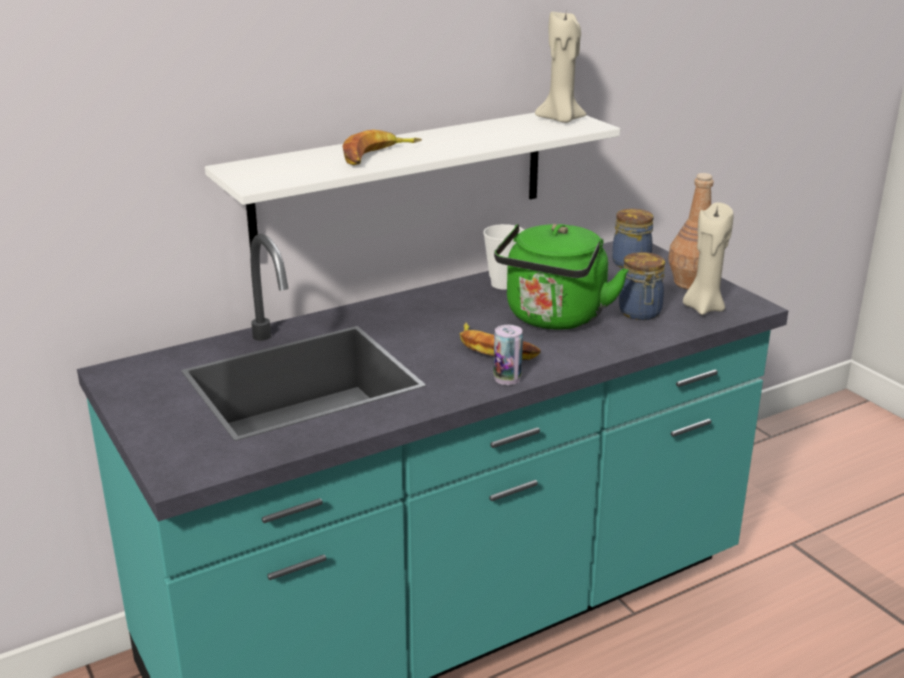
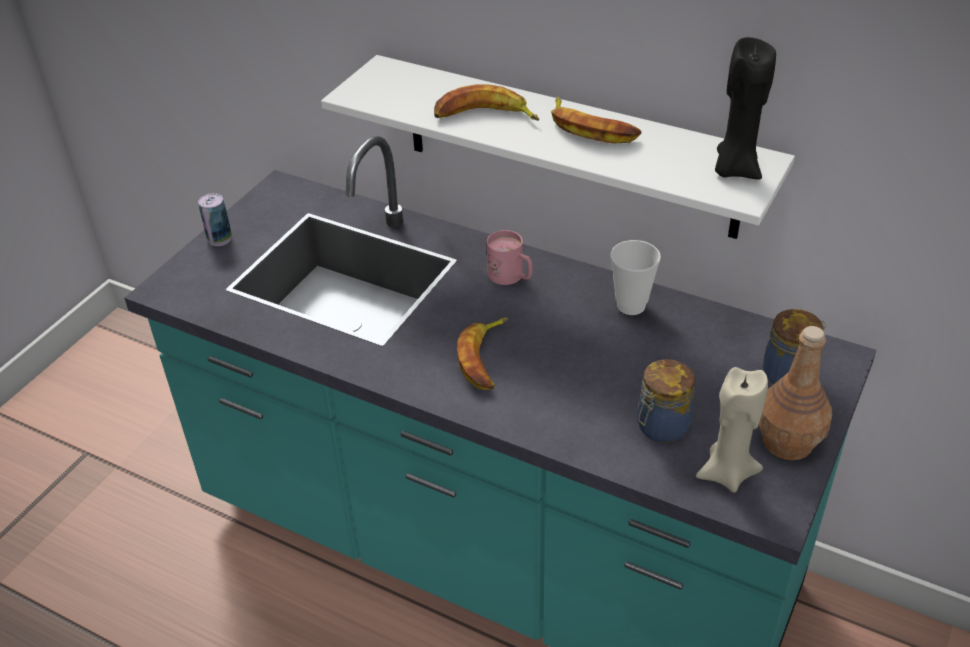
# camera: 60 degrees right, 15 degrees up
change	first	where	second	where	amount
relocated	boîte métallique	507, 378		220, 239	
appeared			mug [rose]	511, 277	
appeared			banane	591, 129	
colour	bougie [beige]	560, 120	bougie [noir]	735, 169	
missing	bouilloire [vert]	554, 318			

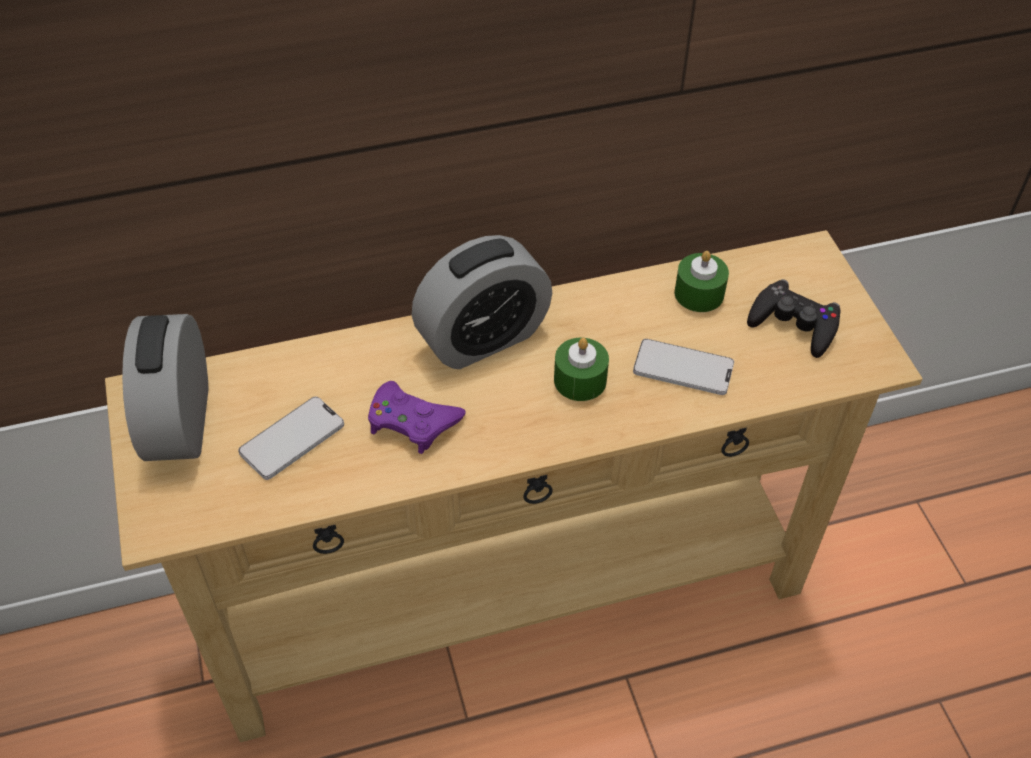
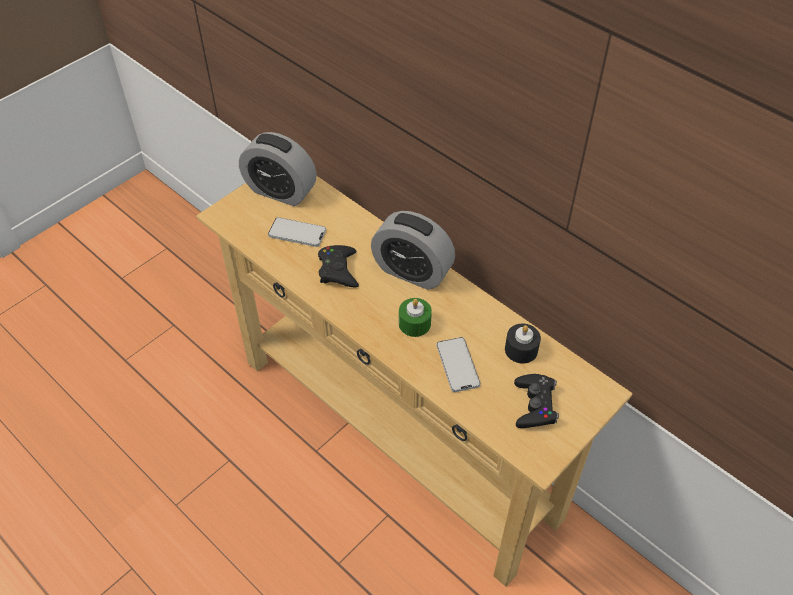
# camera: 60 degrees right, 0 degrees up
change	first	where	second	where	amount
spun	réveil	180, 421		280, 191	120 degrees counterclockwise
colour	manette [violet]	412, 421	manette [noir]	338, 270	
colour	bougie [vert]	699, 293	bougie [noir]	521, 349	

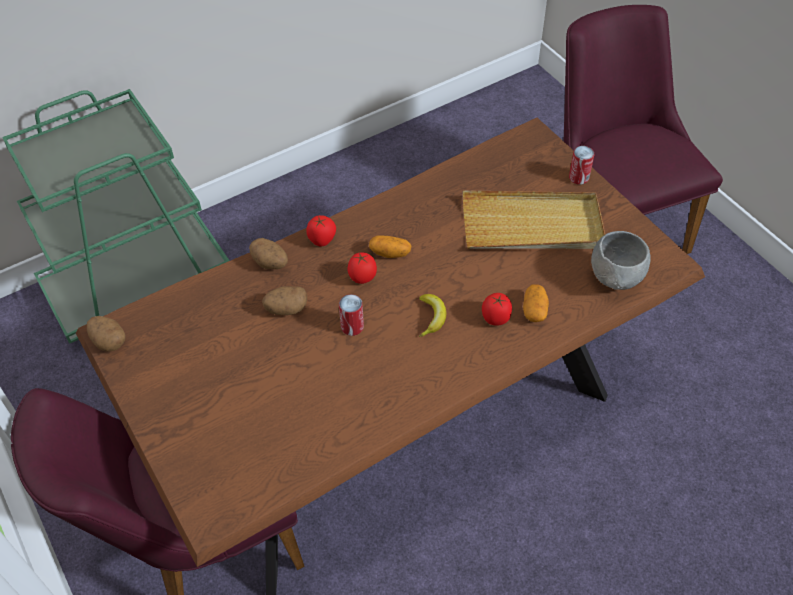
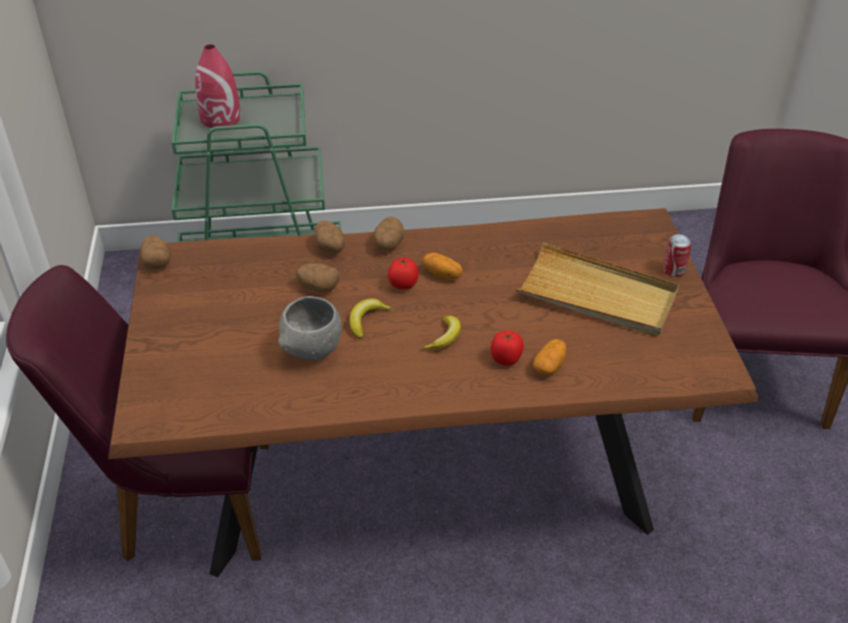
# camera: 25 degrees right, 10 degrees down
change	first	where	second	where	amount
appeared			vase [rouge]	221, 118	
relocated	bol [gris]	614, 280		311, 352	
exchanged	boîte métallique	352, 326	banane	366, 320	
exchanged	tomate	322, 240	pomme de terre	388, 245	

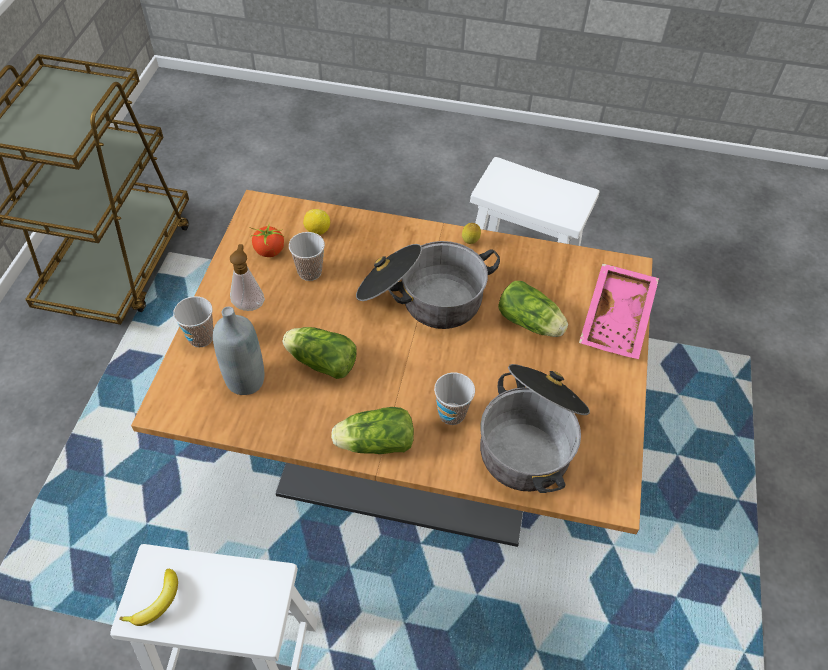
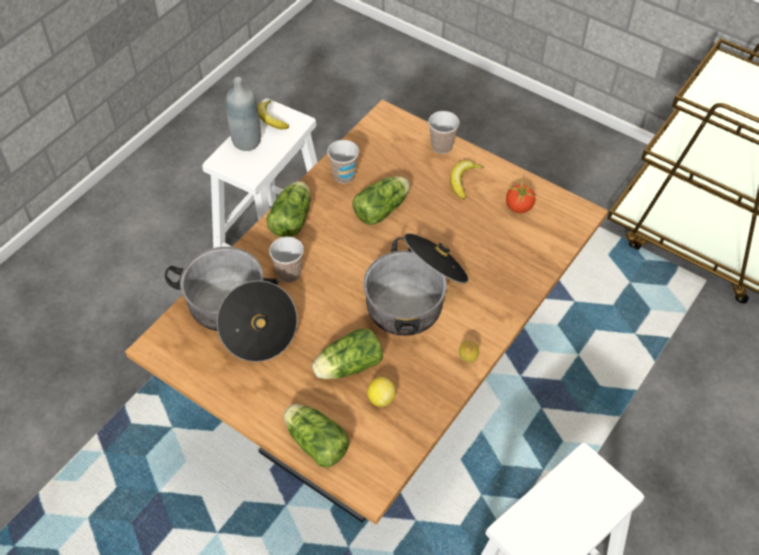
# camera: 115 degrees right, 0 degrees up
change	first	where	second	where	amount
relocated	bouteille [gris]	245, 380		246, 141	
exchanged	plateau [rose]	618, 320	laitue	315, 441	
relocated	tasse	310, 272		344, 176	
relocated	citron	317, 231		381, 398	
exchanged	distributeur de savon	249, 304	banane	463, 181	

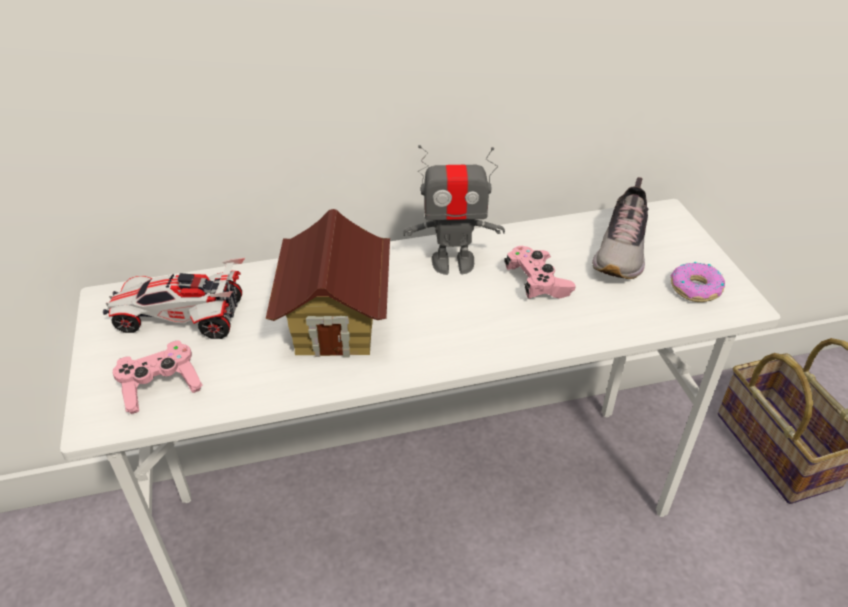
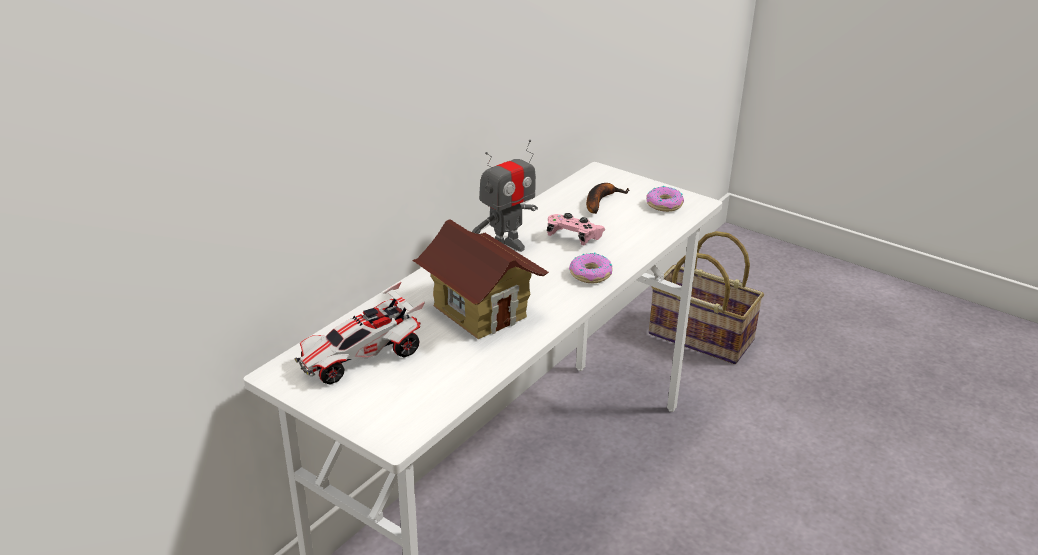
# camera: 40 degrees left, 10 degrees down
change	first	where	second	where	amount
appeared			beignet	591, 274	
exchanged	chaussure	622, 251	banane	600, 201	
missing	manette [rose]	160, 386			

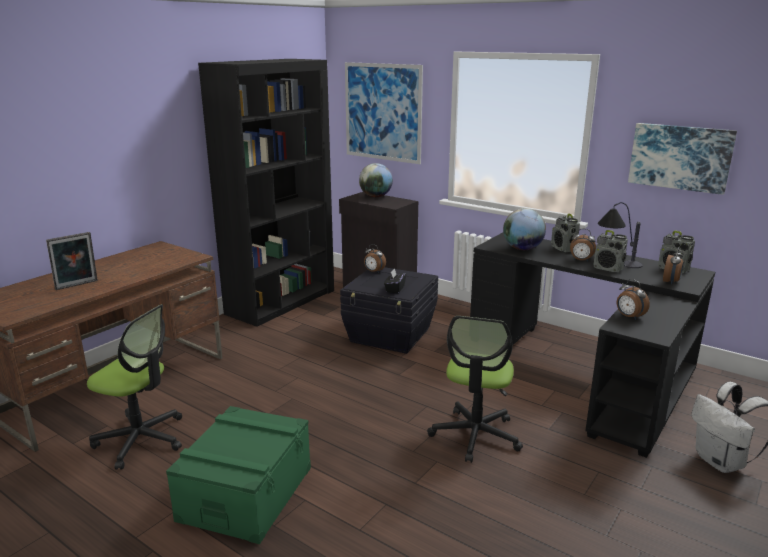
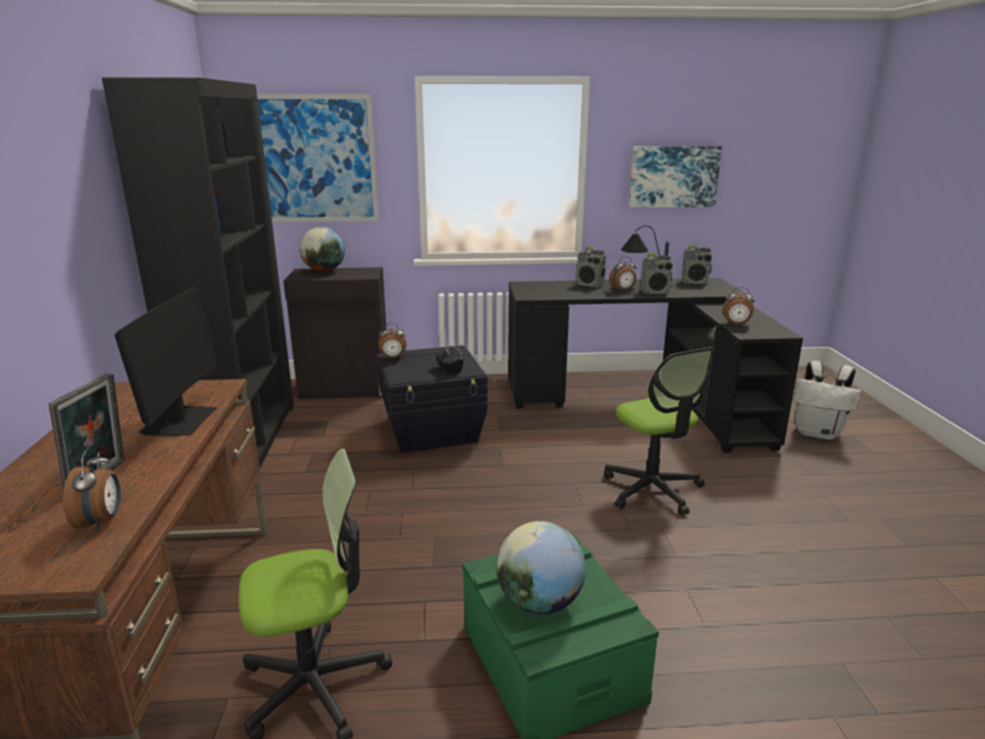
# camera: 40 degrees left, 0 degrees up
change	first	where	second	where	amount
relocated	réveil	671, 282		101, 521	
appeared			écran d'ordinateur	180, 422	
relocated	globe	522, 249		539, 602	

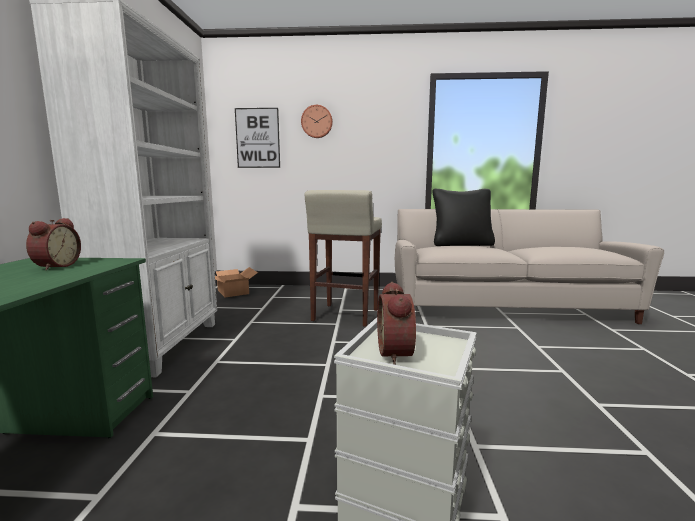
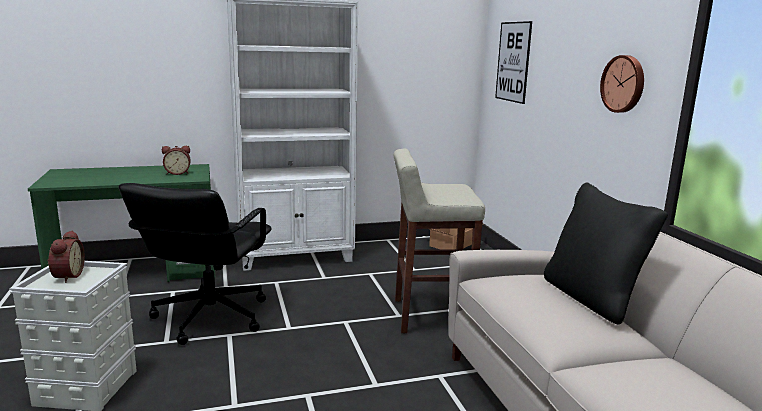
# camera: 70 degrees right, 5 degrees up
change	first	where	second	where	amount
spun	réveil	398, 353		66, 276	105 degrees clockwise
appeared			chaise de bureau [noir]	209, 317	
relocated	horloge murale	317, 121		624, 84	

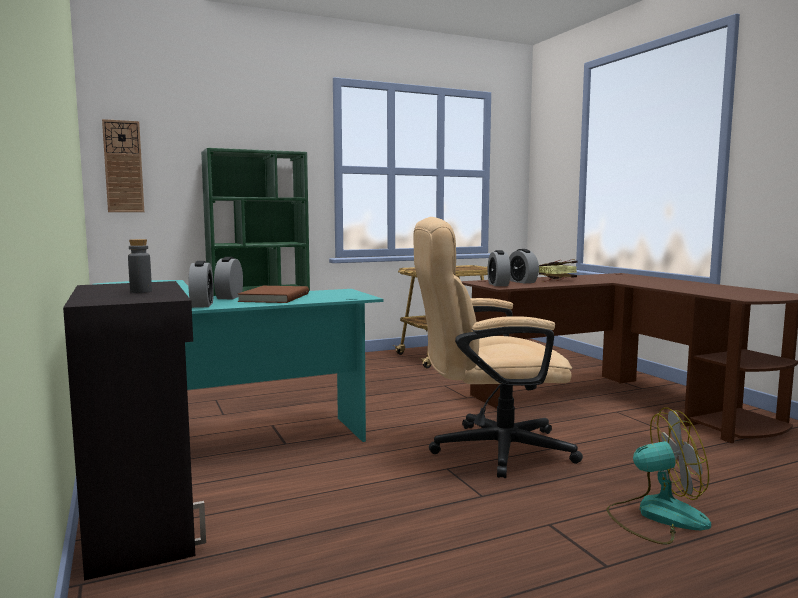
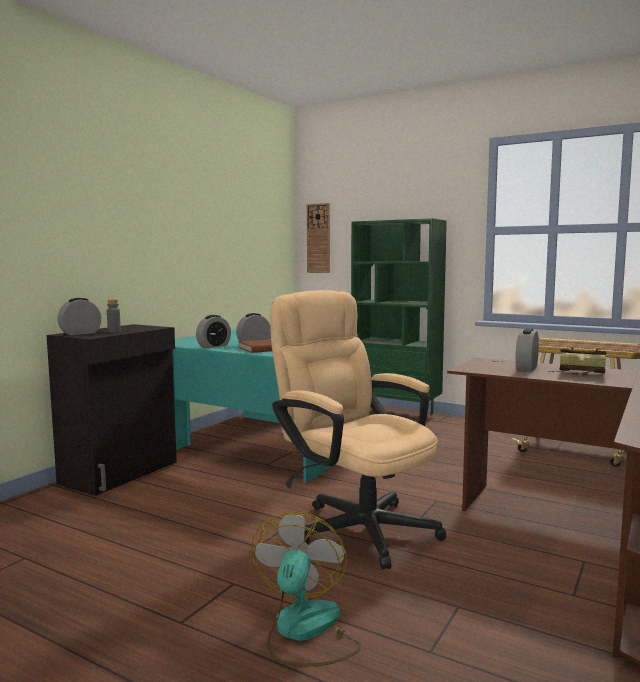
# camera: 55 degrees right, 0 degrees up
change	first	where	second	where	amount
relocated	réveil	498, 284		80, 333	
spun	ventilateur	656, 516		304, 631	135 degrees counterclockwise

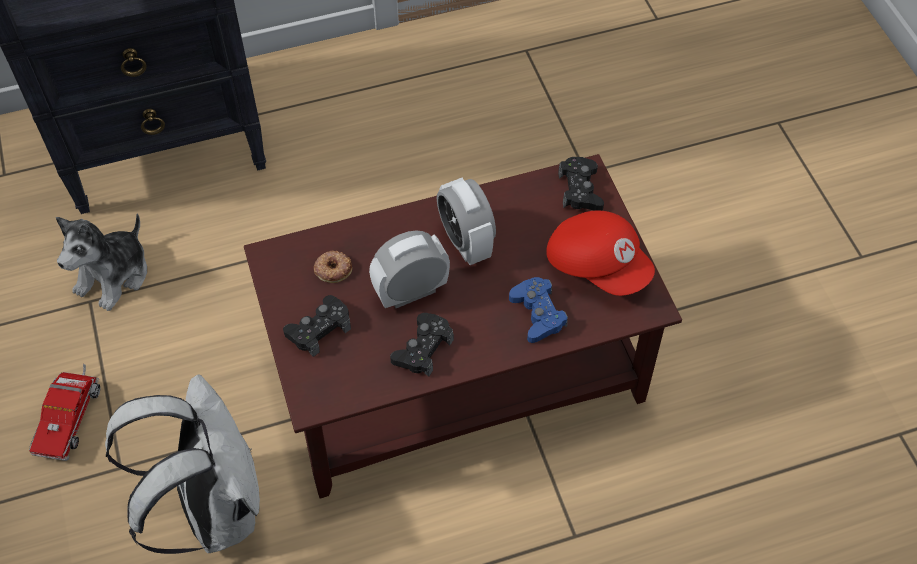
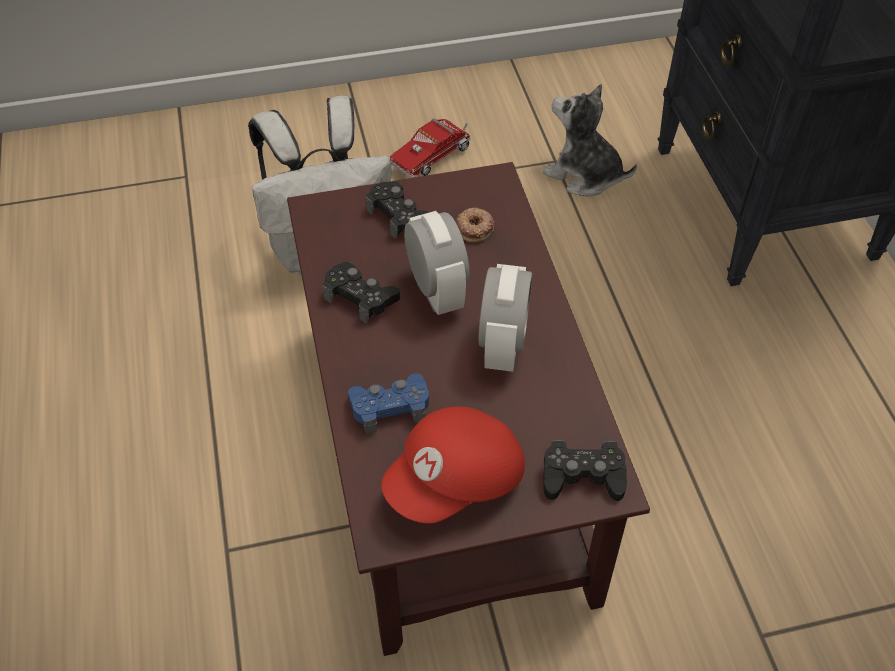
# camera: 95 degrees right, 5 degrees down
change	first	where	second	where	amount
spun	camion jouet	69, 416		433, 155	60 degrees counterclockwise
spun	réveil	465, 242		503, 345	120 degrees clockwise

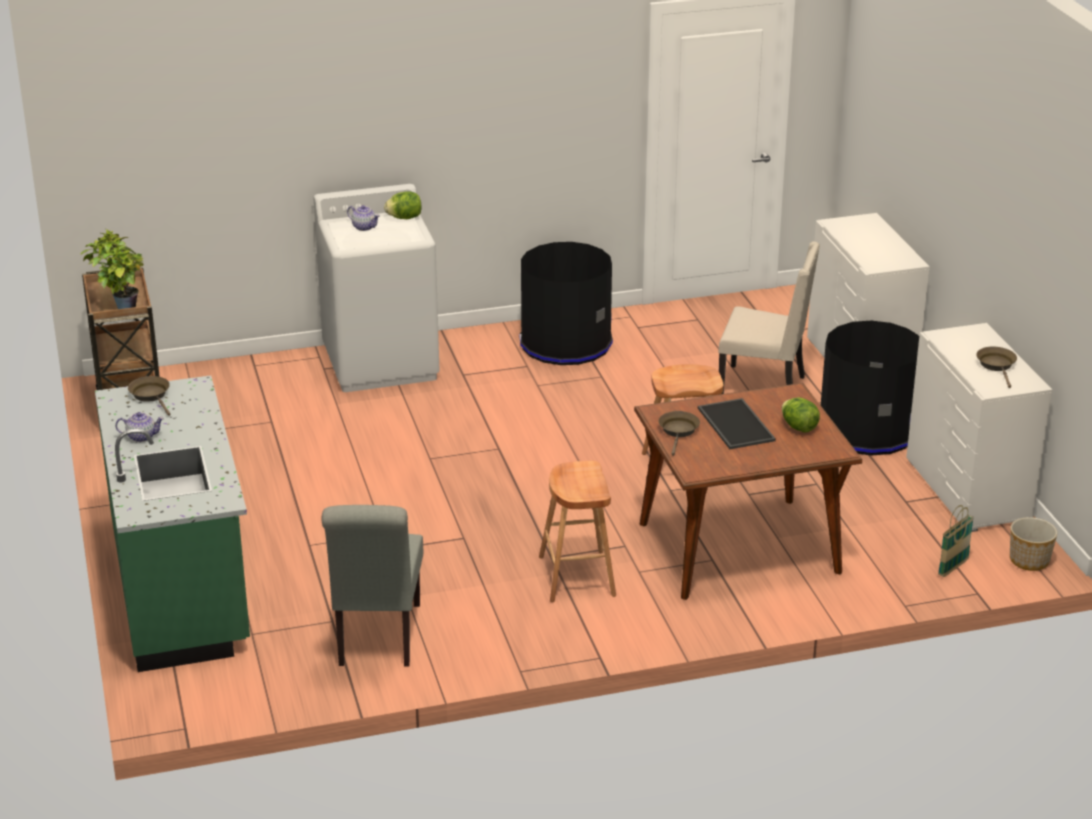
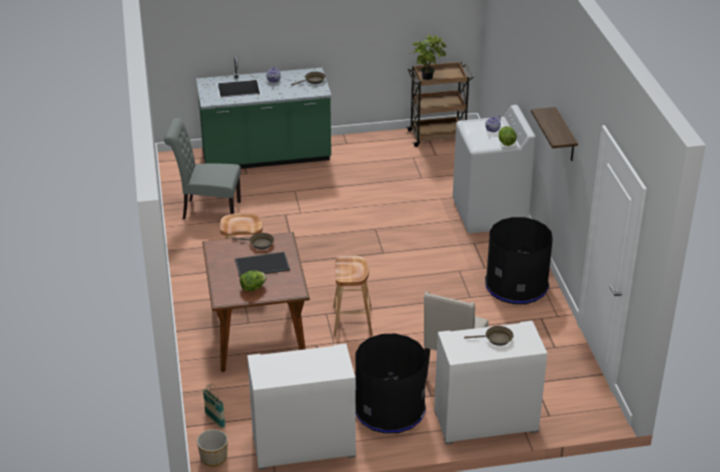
# camera: 95 degrees right, 5 degrees up
change	first	where	second	where	amount
relocated	poêle [marron]	997, 365		496, 339	
appeared			étagère	565, 136	

